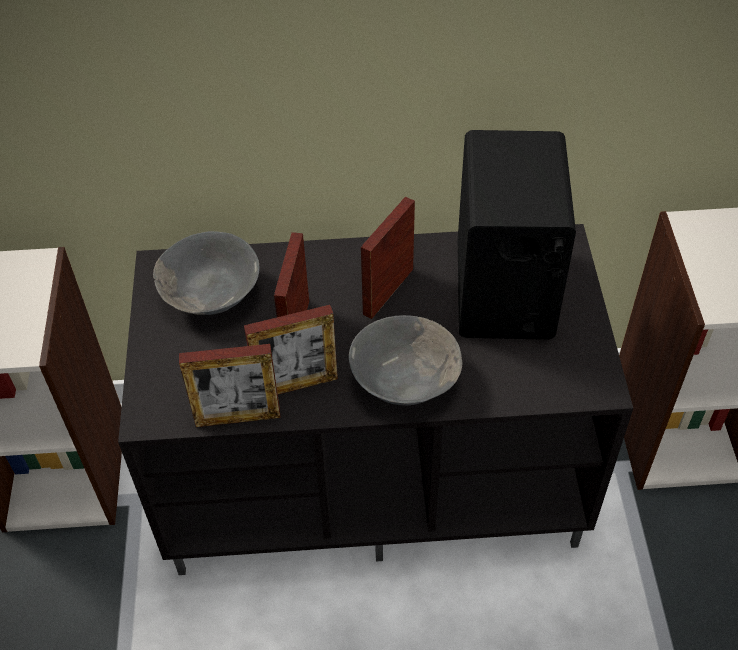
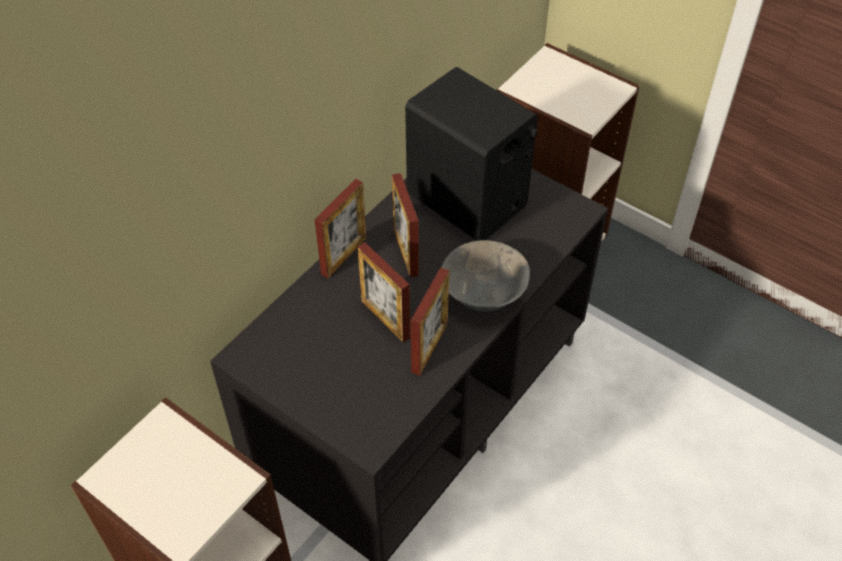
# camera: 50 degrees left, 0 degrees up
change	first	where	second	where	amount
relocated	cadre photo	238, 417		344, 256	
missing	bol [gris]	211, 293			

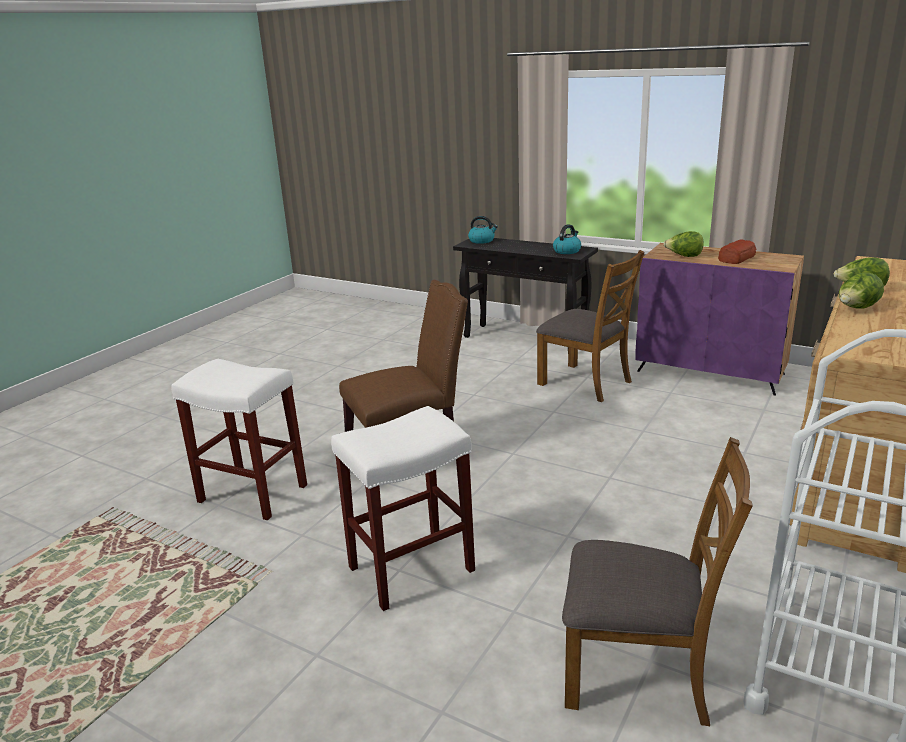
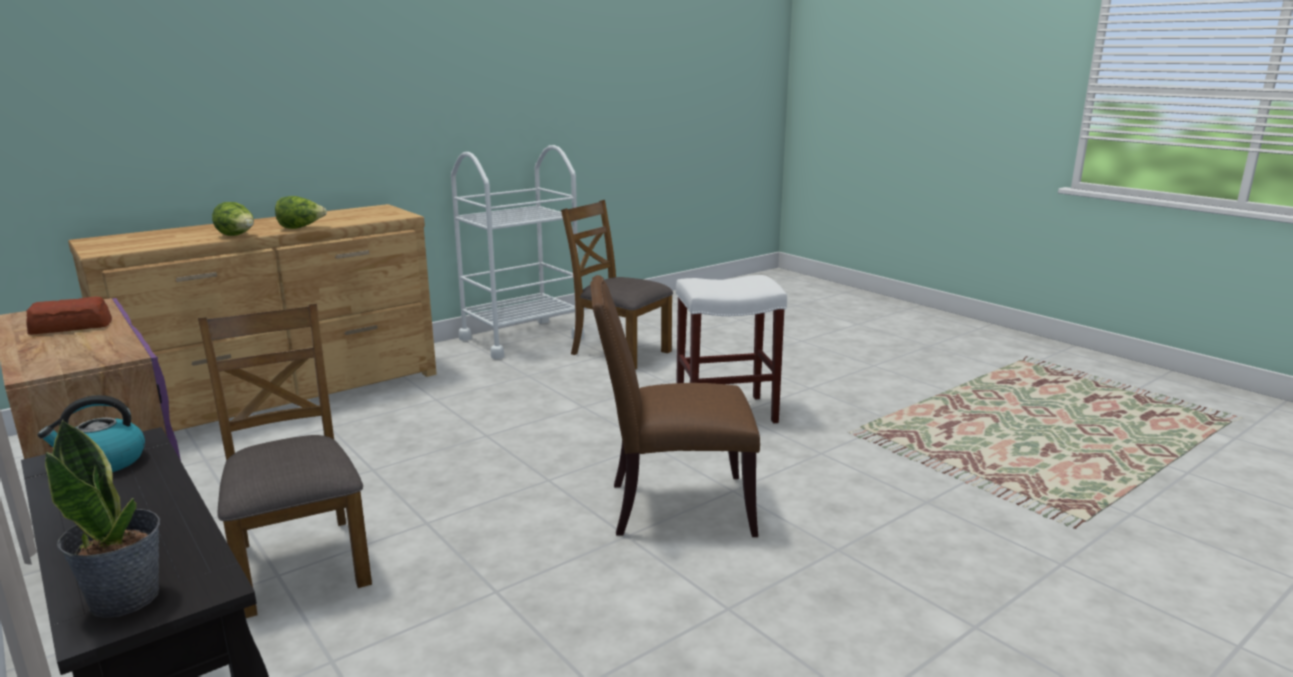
# camera: 160 degrees left, 5 degrees down
change	first	where	second	where	amount
exchanged	bouilloire	482, 241	plante en pot	126, 597	
missing	tabouret [blanc]	254, 493			
missing	laitue	684, 256			

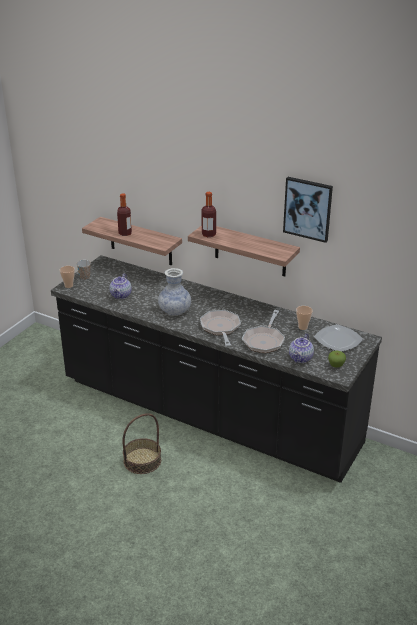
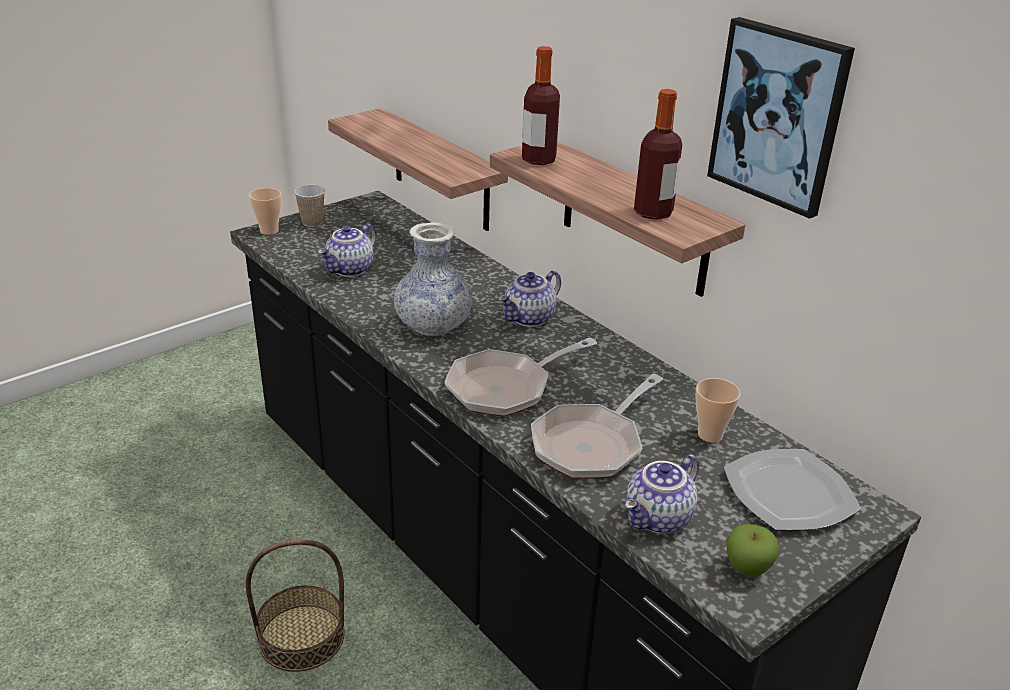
# camera: 20 degrees right, 0 degrees up
change	first	where	second	where	amount
spun	poêle	220, 328		506, 388	135 degrees counterclockwise
appeared			théière	530, 319	
relocated	bouteille	125, 233		653, 212	

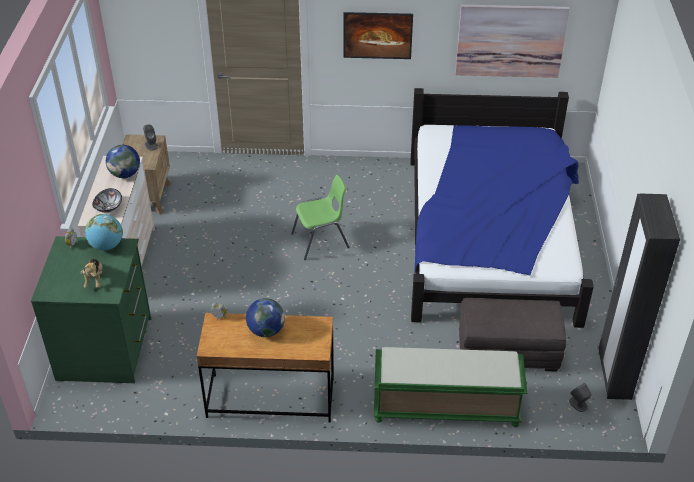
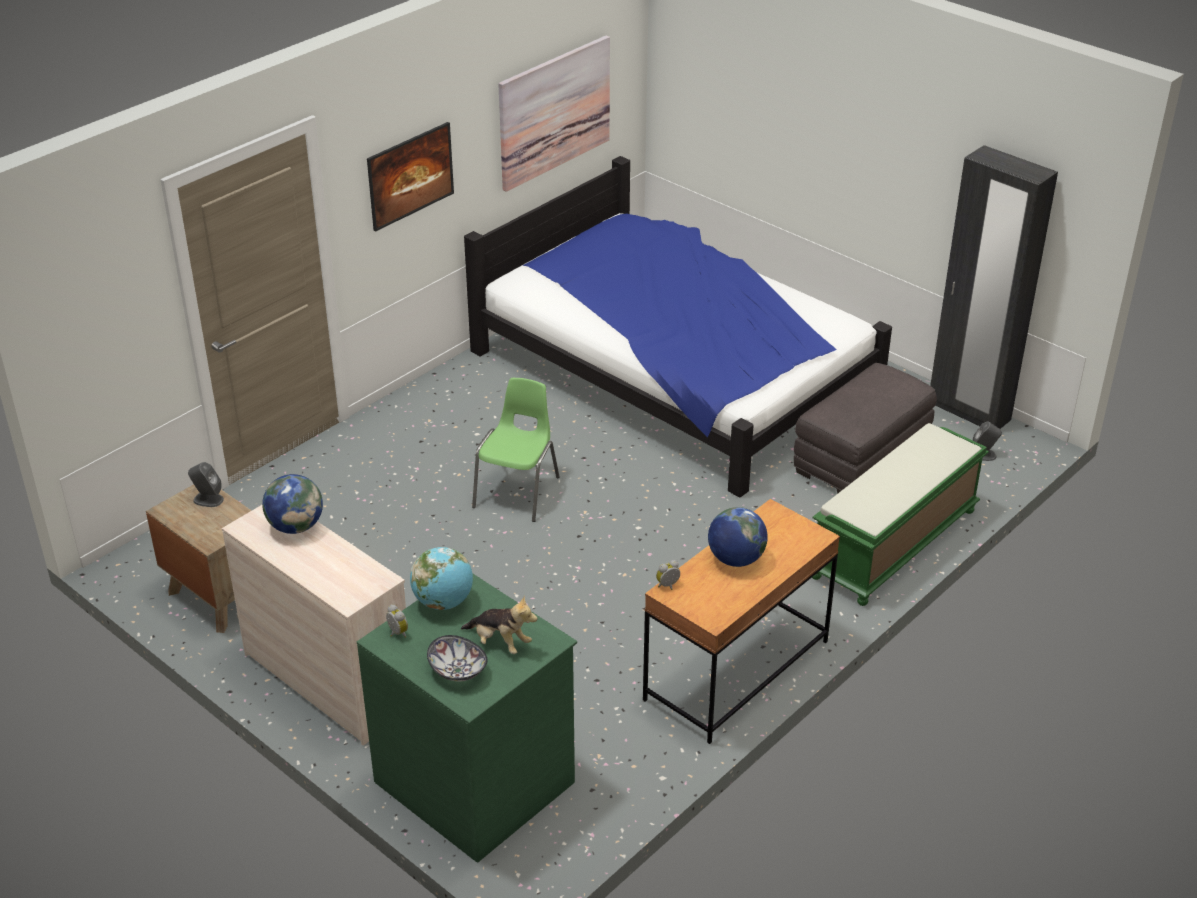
# camera: 50 degrees left, 5 degrees down
change	first	where	second	where	amount
relocated	bol	108, 207		457, 671	

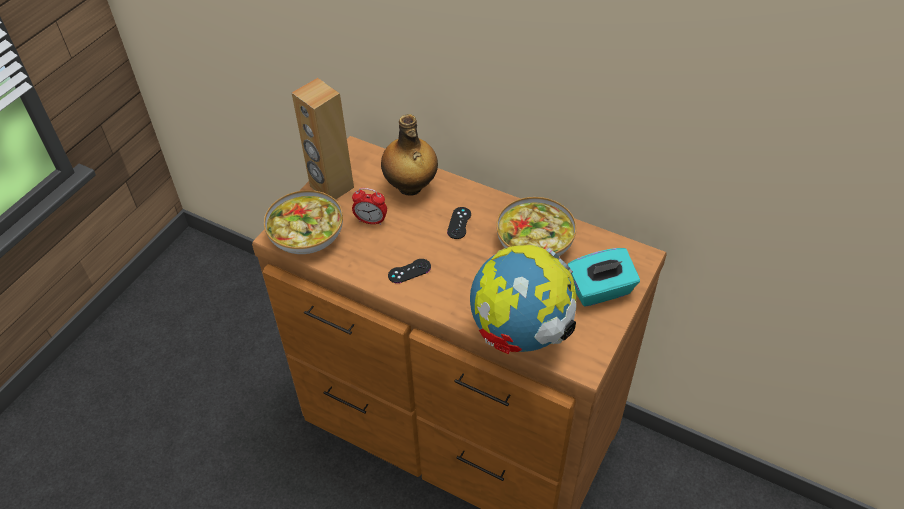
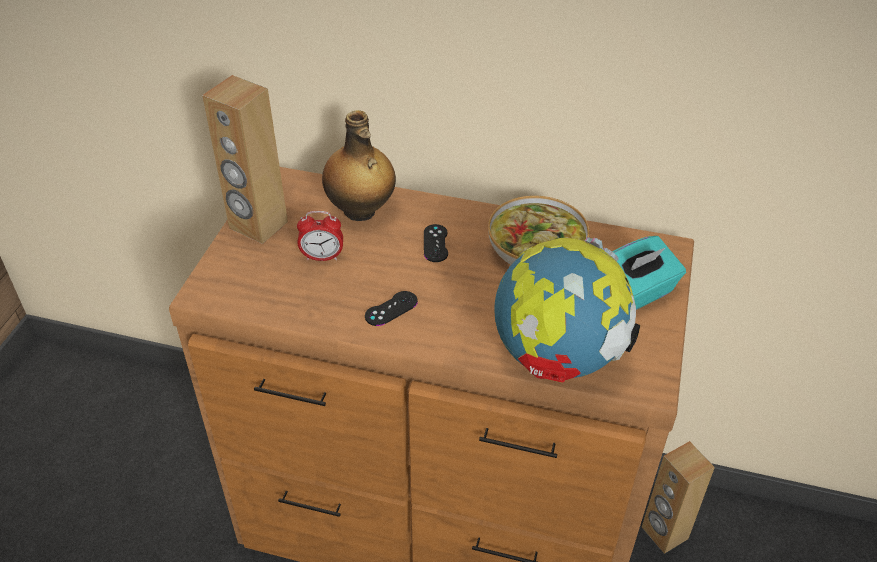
# camera: 15 degrees left, 5 degrees down
change	first	where	second	where	amount
appeared			enceinte [marron]	664, 533	
missing	bol	307, 234			

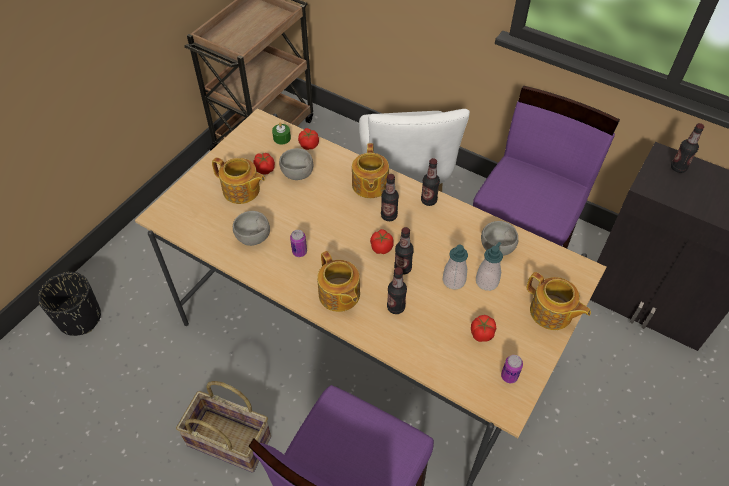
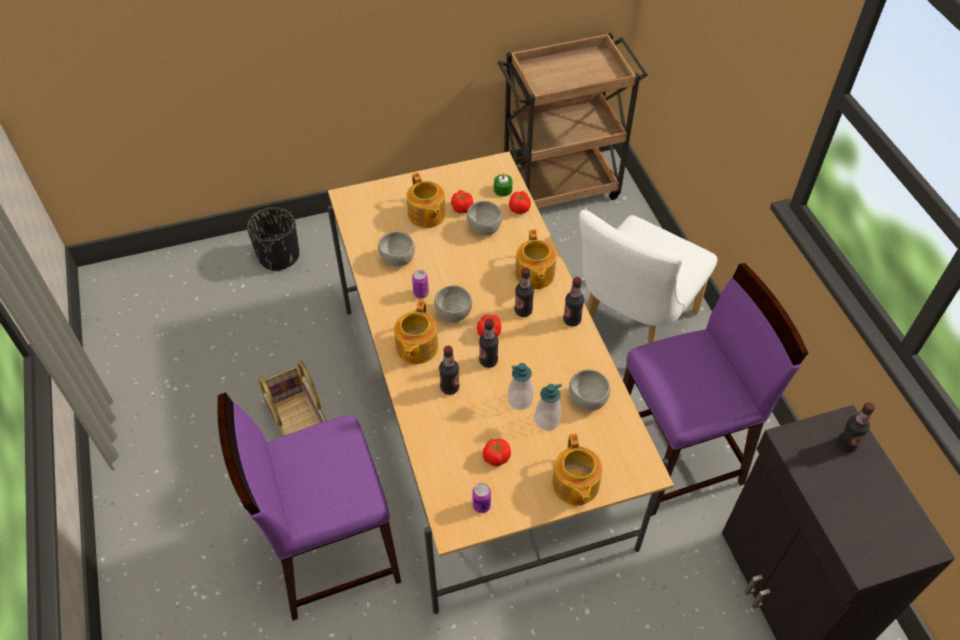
# camera: 40 degrees right, 0 degrees up
change	first	where	second	where	amount
appeared			bol [gris]	453, 313	
spun	théière	369, 185		534, 275	45 degrees counterclockwise

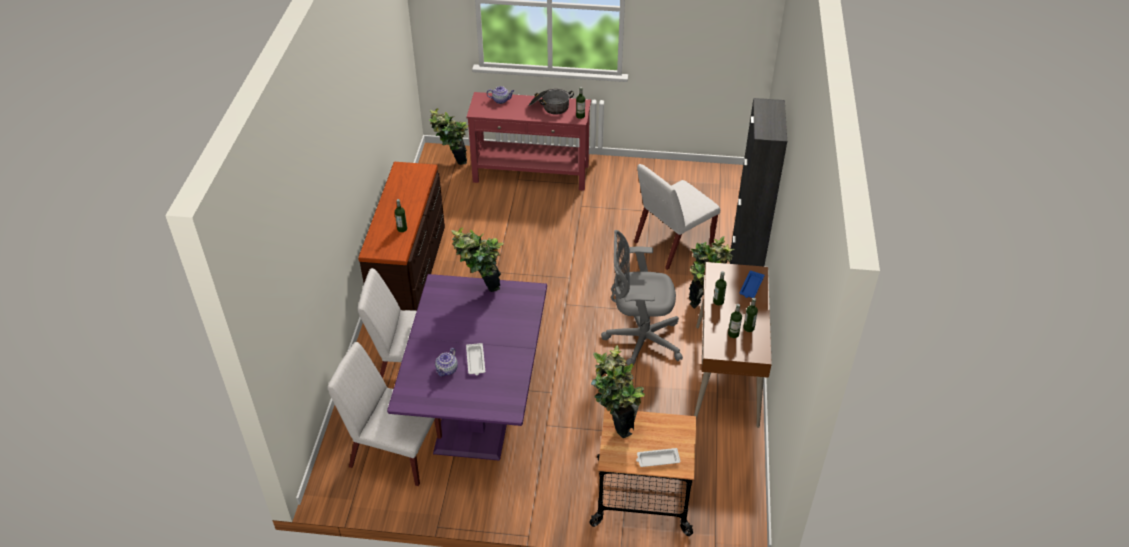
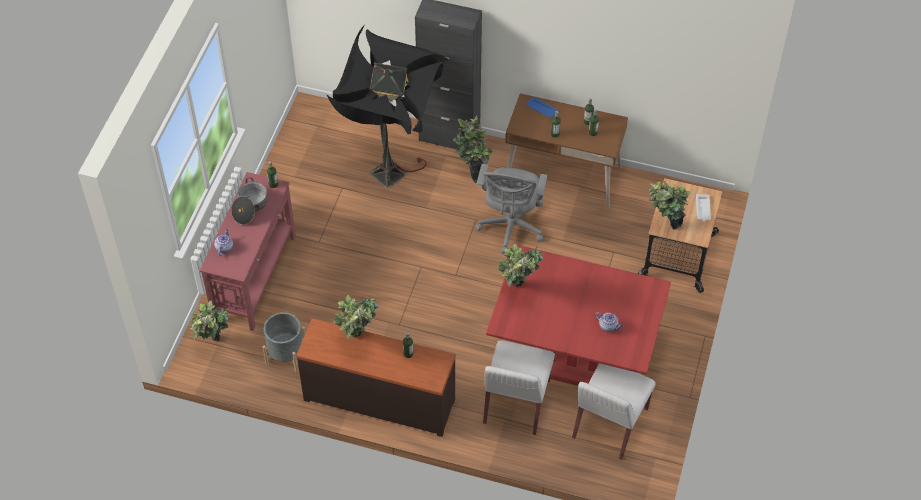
# camera: 80 degrees left, 10 degrees up
change	first	where	second	where	amount
appeared			cache-pot [gris]	286, 355	
exchanged	chaise [blanc]	672, 244	lampadaire [noir]	393, 179	
appeared			plante en pot	358, 343	
colour	table à manger [violet]	478, 412	table à manger [rouge]	574, 357	
missing	plateau [blanc]	475, 361			

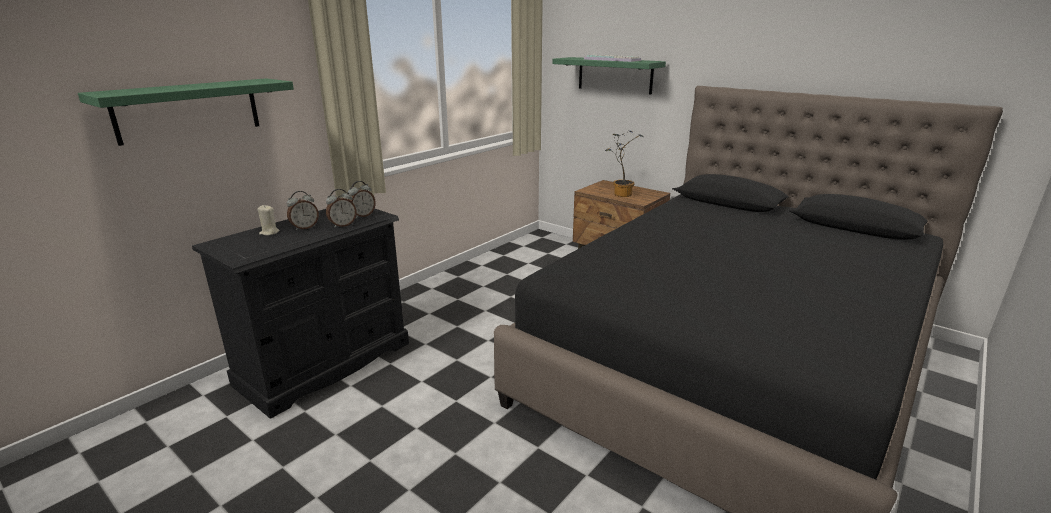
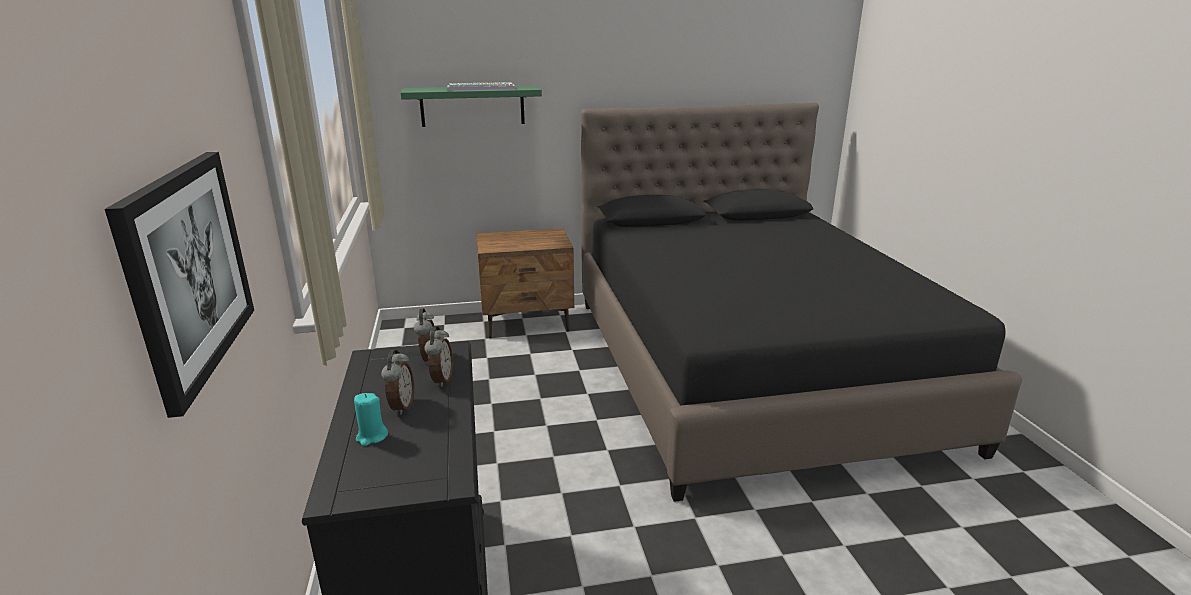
# camera: 50 degrees left, 0 degrees up
change	first	where	second	where	amount
exchanged	étagère [vert]	188, 110	tableau	188, 271	
colour	bougie [beige]	269, 232	bougie [turquoise]	371, 437	
missing	plante en pot	620, 193			

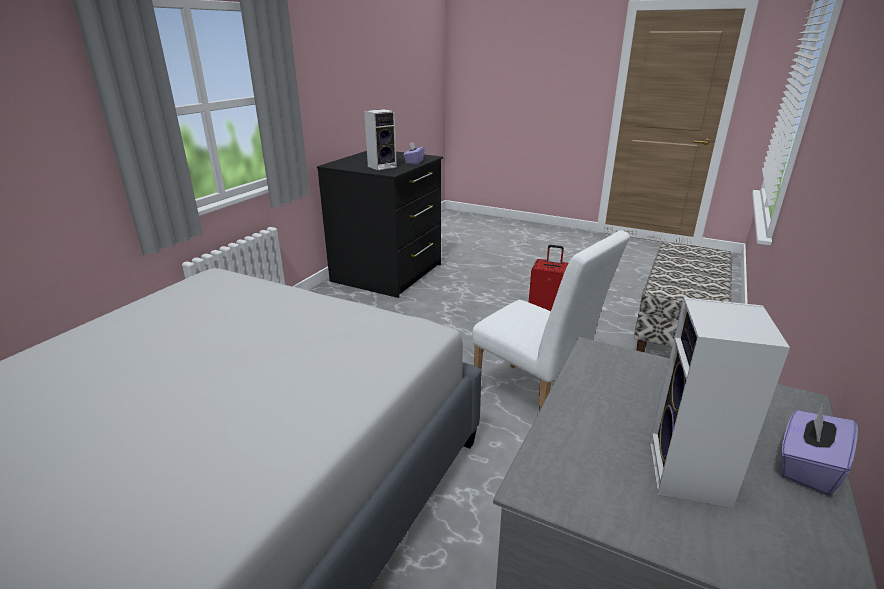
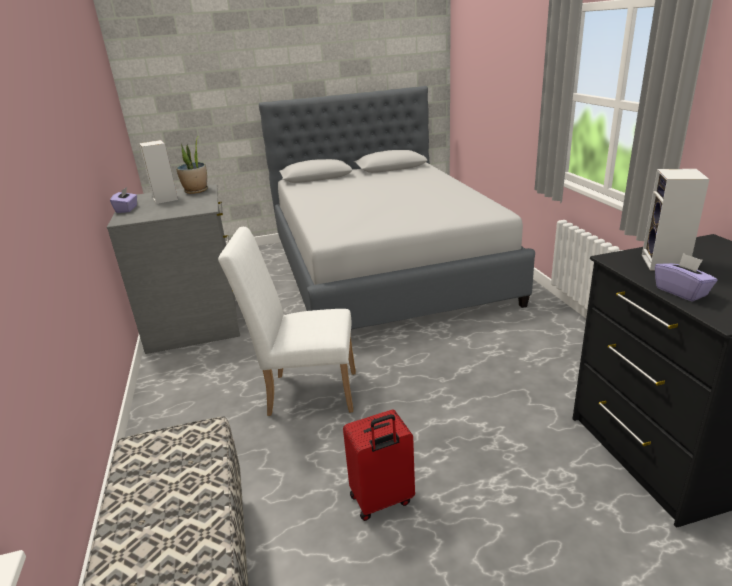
# camera: 140 degrees right, 0 degrees up
change	first	where	second	where	amount
appeared			plante en pot	196, 191	

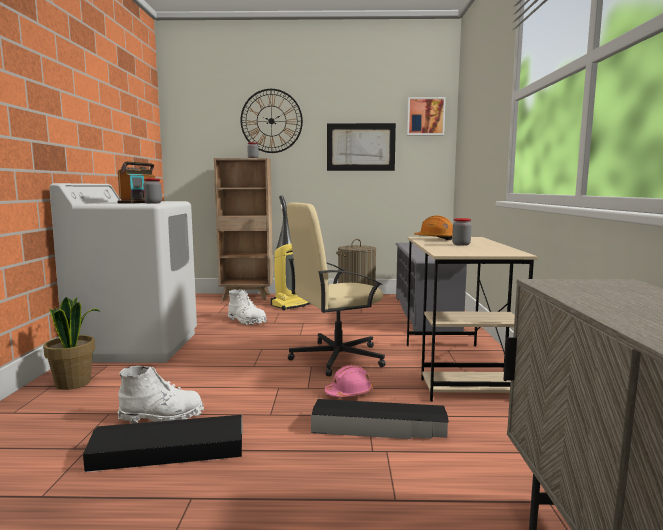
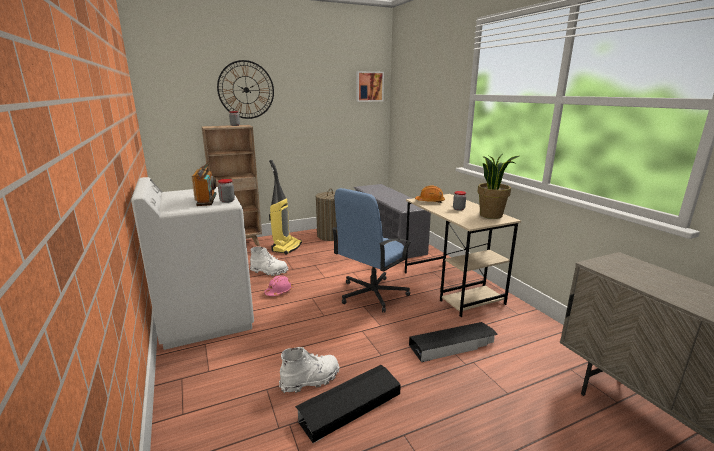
# camera: 25 degrees left, 10 degrees up
change	first	where	second	where	amount
relocated	casque de chantier [rose]	349, 393		279, 291	
colour	chaise de bureau [beige]	336, 358	chaise de bureau [bleu]	372, 294	
relocated	plante en pot	74, 383		491, 215	
missing	tableau	360, 147			

